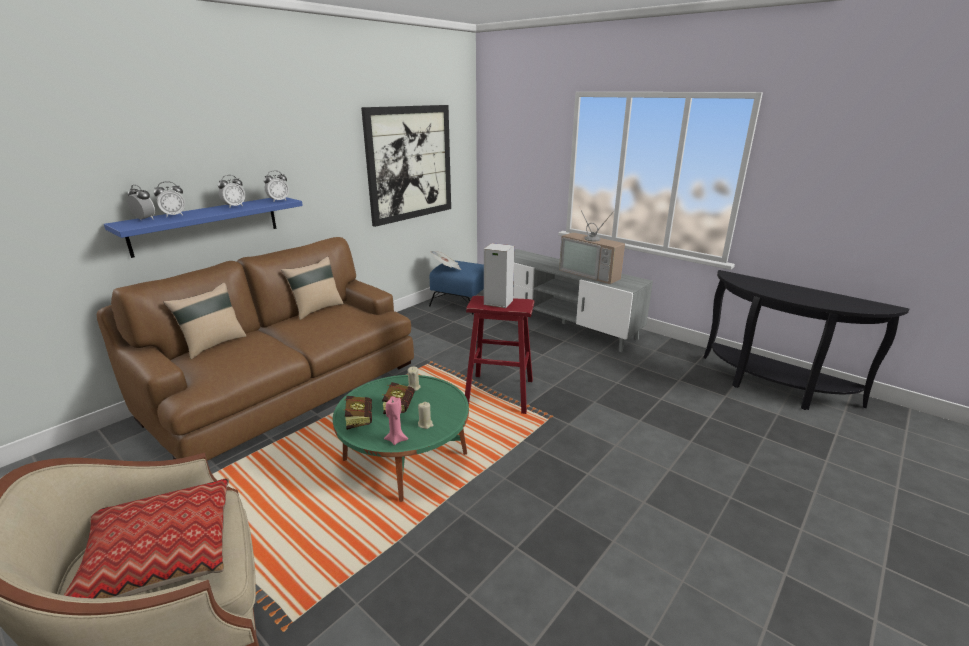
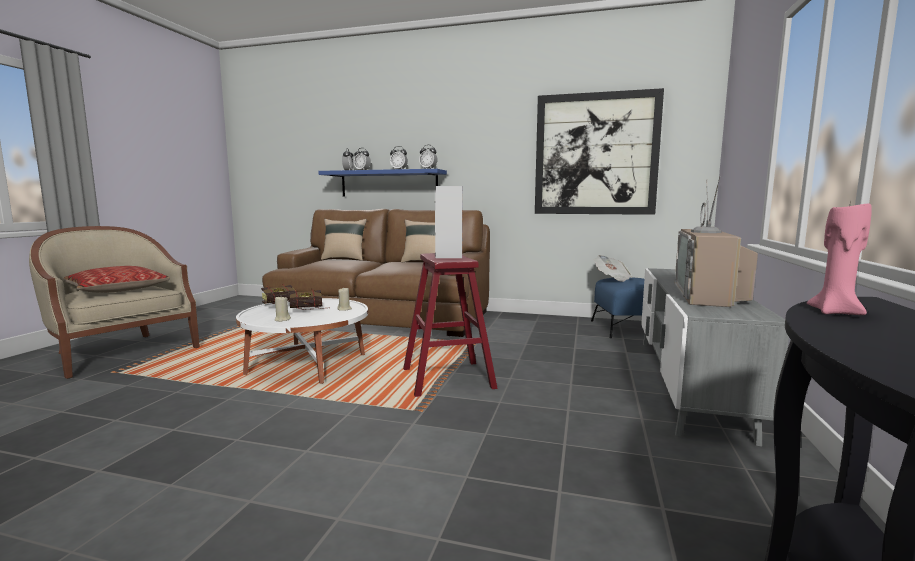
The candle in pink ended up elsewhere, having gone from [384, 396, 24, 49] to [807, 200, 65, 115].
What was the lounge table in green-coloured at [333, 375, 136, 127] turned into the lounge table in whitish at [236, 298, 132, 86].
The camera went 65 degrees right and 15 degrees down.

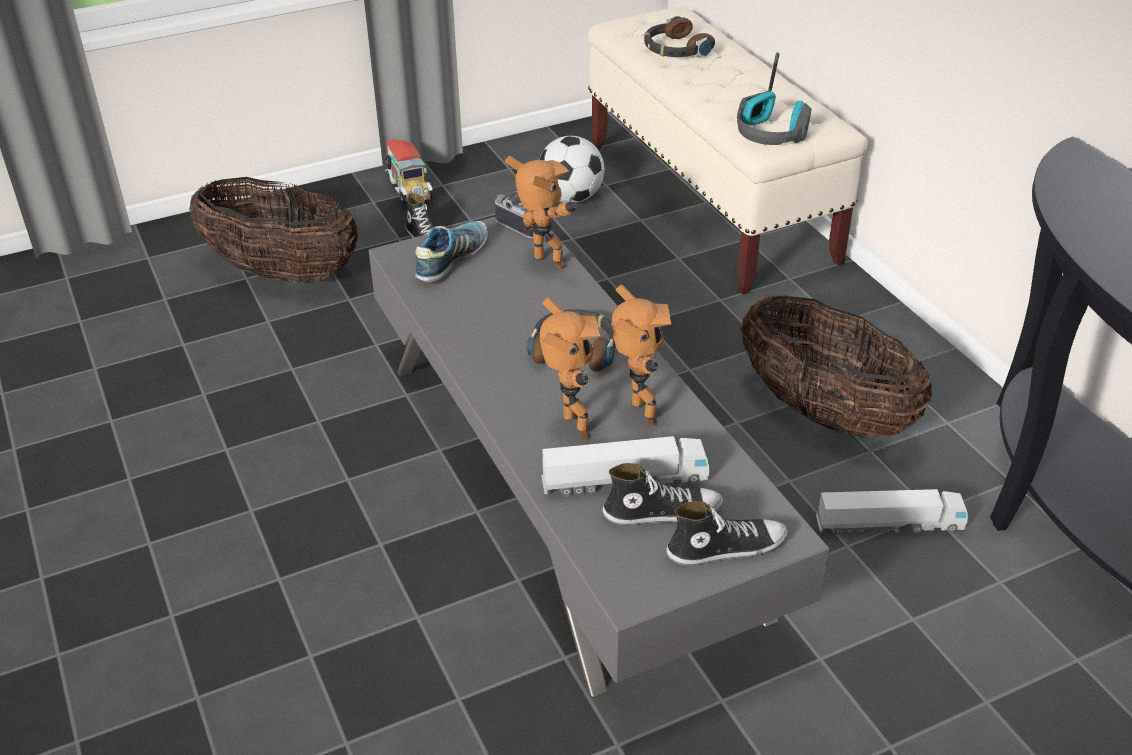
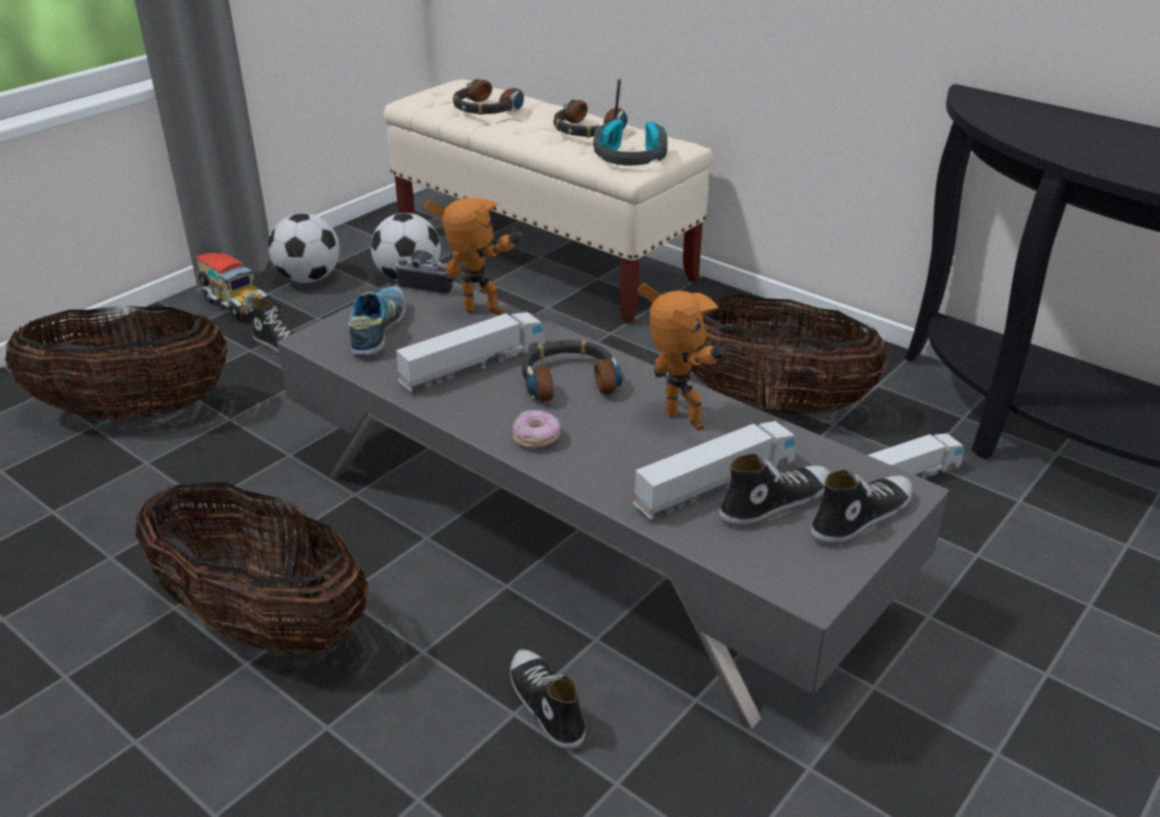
The second view lost the robot figure at [540, 298, 60, 142].
The second view gained the storage basket at [135, 482, 234, 173].
The second view gained the football ball at [268, 213, 72, 70].
The second view gained the toy lorry at [396, 312, 149, 80].
The second view gained the shoe at [510, 649, 76, 101].
The second view gained the doughnut at [513, 409, 48, 39].
The second view gained the pair of headphones at [554, 100, 73, 38].
The camera went 25 degrees left and 5 degrees down.

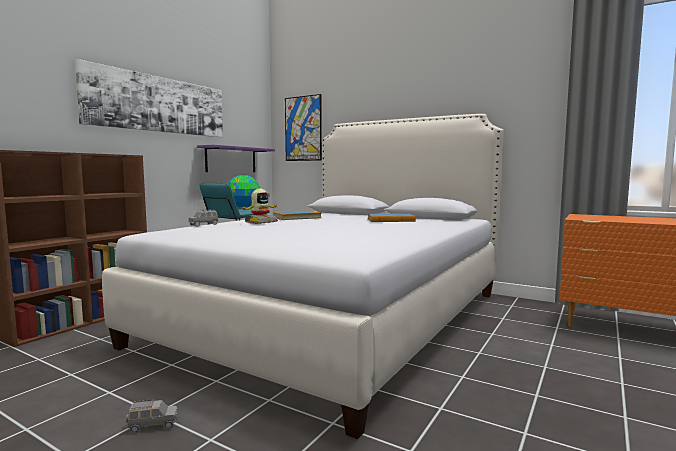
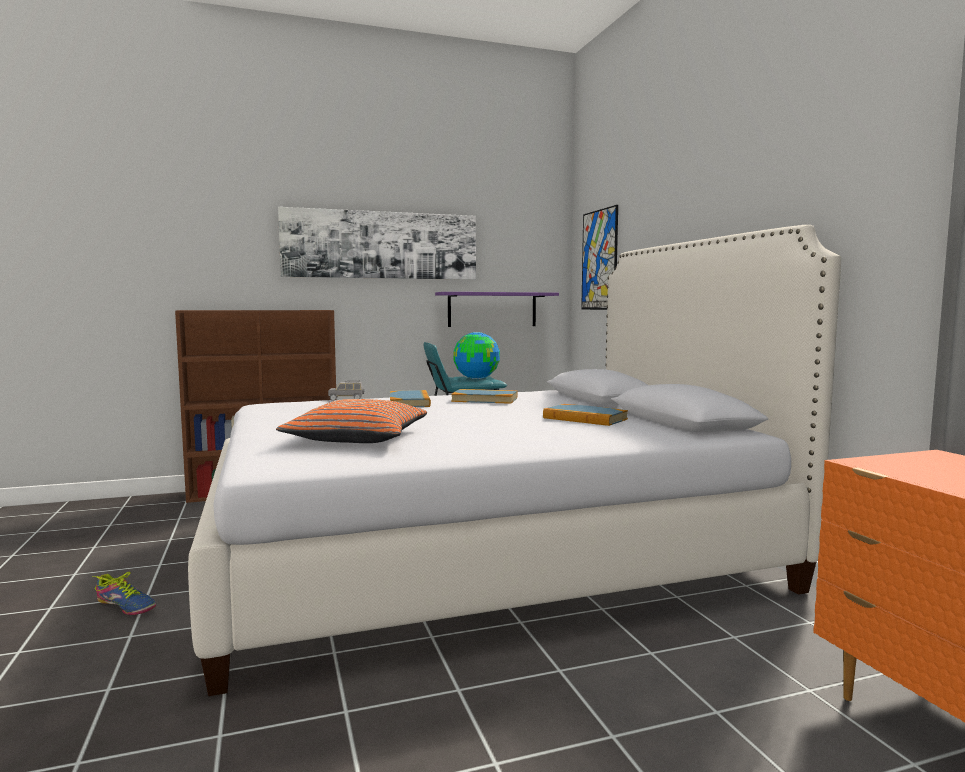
The second view gained the throw pillow in orangey at [276, 399, 151, 44].
Where the toy car in gray stood at [126, 399, 52, 34], the shoe came to stand at [93, 572, 63, 43].
Where the robot figure stood at [240, 188, 38, 36], the book came to stand at [390, 390, 41, 17].
The camera went 40 degrees right and 0 degrees up.

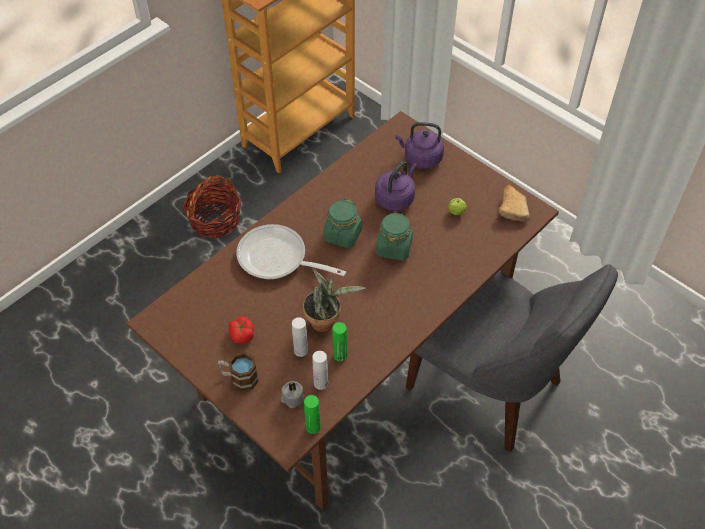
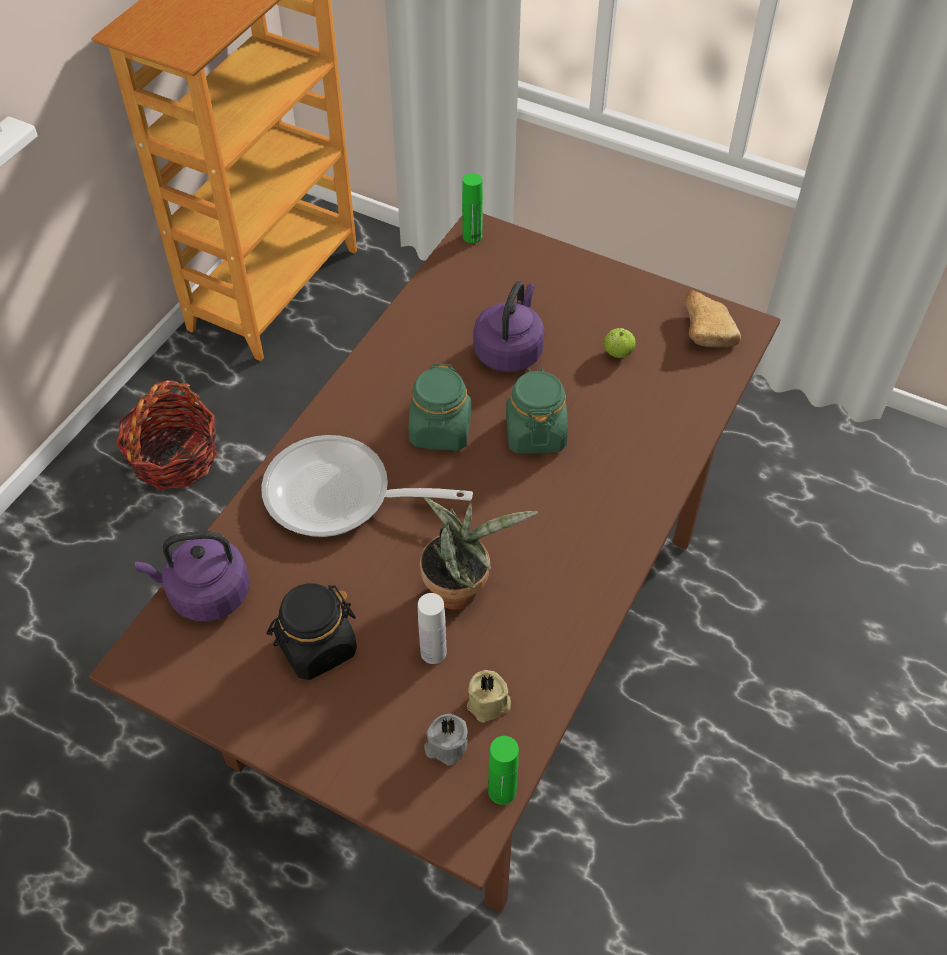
The second view lost the coffee mug at [217, 352, 42, 39].
The second view lost the upright chair in gray at [406, 264, 212, 188].
The beverage bottle in green-coloured ended up elsewhere, having gone from [332, 322, 15, 40] to [462, 173, 21, 70].
The tea kettle in purple ended up elsewhere, having gone from [395, 122, 49, 47] to [135, 531, 115, 91].
Where the tomato stood at [229, 316, 25, 28], the jar in blackish came to stand at [267, 583, 90, 97].
Where the beverage bottle in whitish stood at [313, 351, 15, 39], the candle in beige-coloured came to stand at [467, 670, 44, 53].
The camera went 15 degrees left and 0 degrees up.

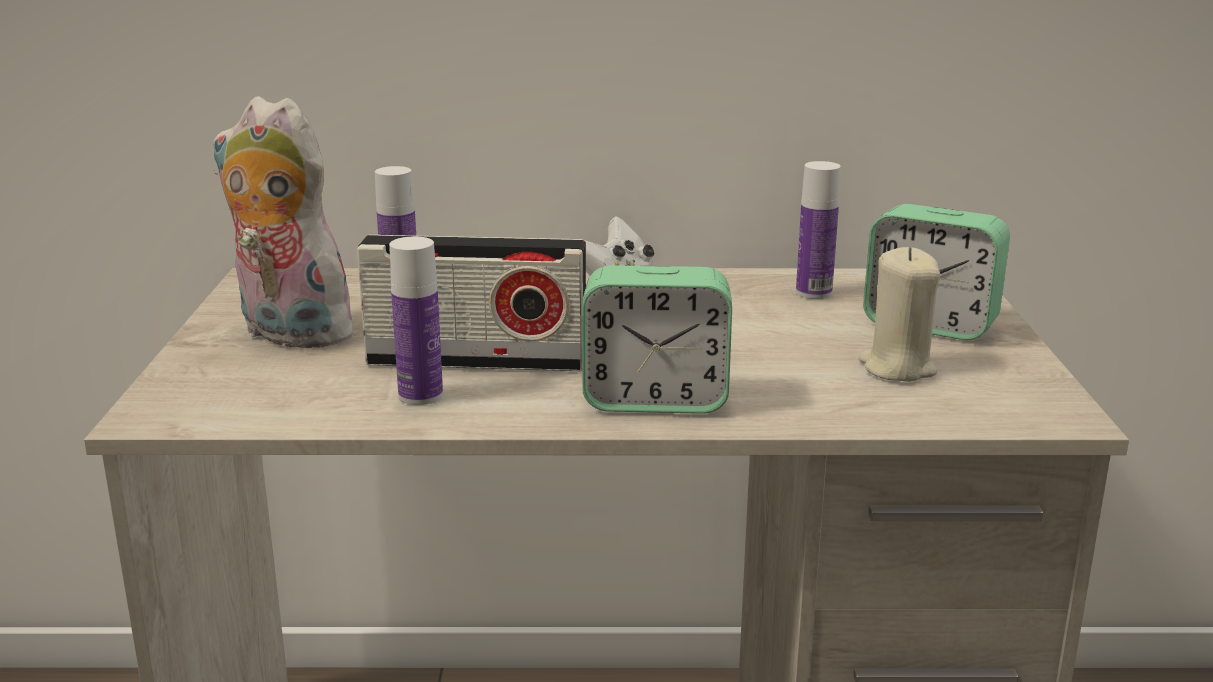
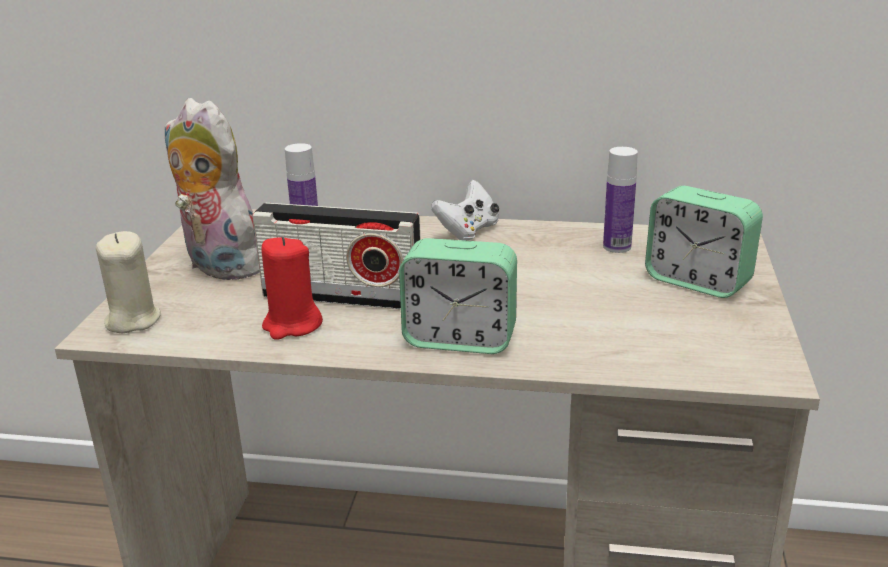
The candle in beige-coloured ended up elsewhere, having gone from [858, 247, 82, 135] to [96, 231, 65, 102].
Where the beverage bottle stood at [389, 236, 54, 169], the candle in reddish came to stand at [261, 236, 62, 104].
The camera went 10 degrees right and 5 degrees up.

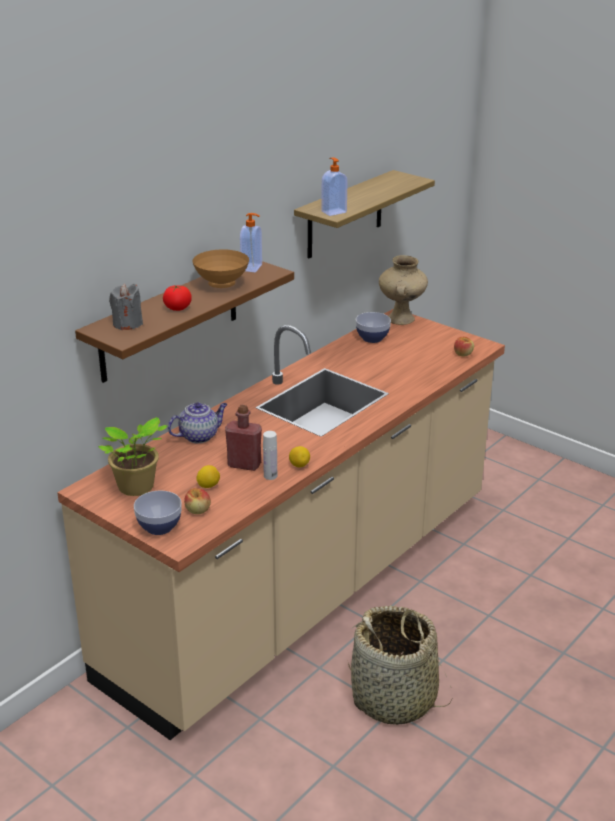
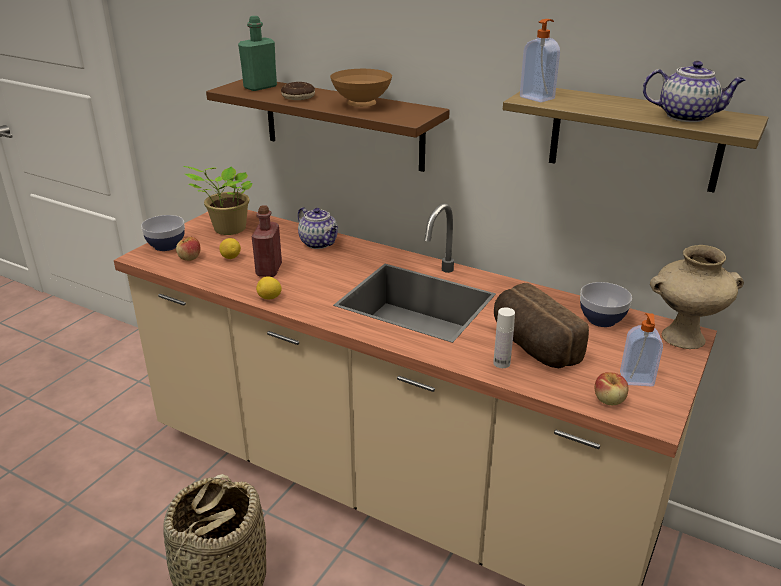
The second view gained the bread at [494, 283, 95, 85].
The second view gained the pot for tea at [643, 61, 102, 61].
The liquid soap bottle ended up elsewhere, having gone from [240, 213, 22, 59] to [620, 313, 43, 73].
The beverage bottle in whitish ended up elsewhere, having gone from [263, 431, 14, 49] to [493, 307, 22, 61].
Where the candle in gray stood at [109, 283, 34, 47], the beverage bottle in green-coloured came to stand at [238, 16, 39, 75].
Where the tomato stood at [163, 285, 29, 26], the doughnut came to stand at [281, 82, 34, 18].
The camera went 80 degrees right and 0 degrees up.

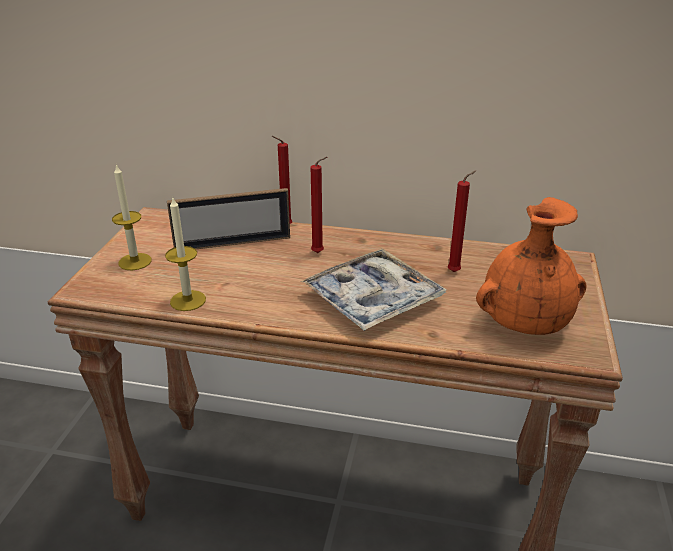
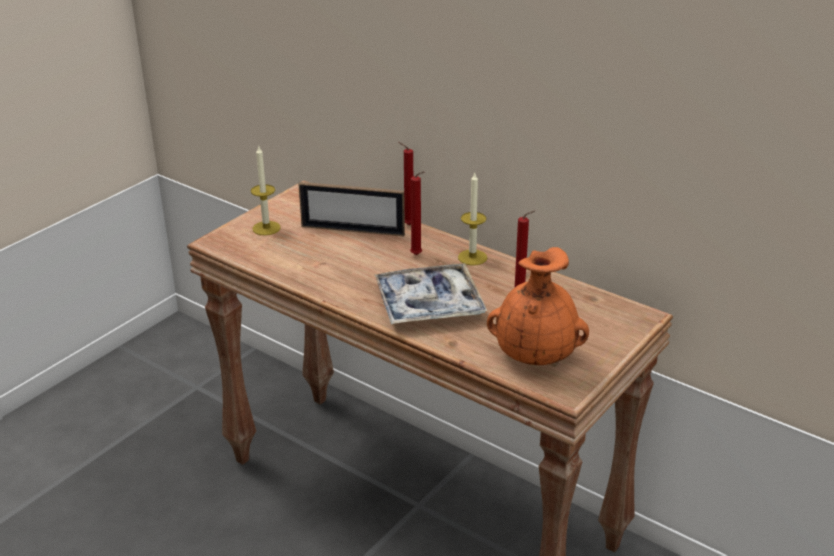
The candle ended up elsewhere, having gone from [165, 198, 41, 113] to [458, 173, 29, 92].
The camera went 25 degrees right and 0 degrees up.

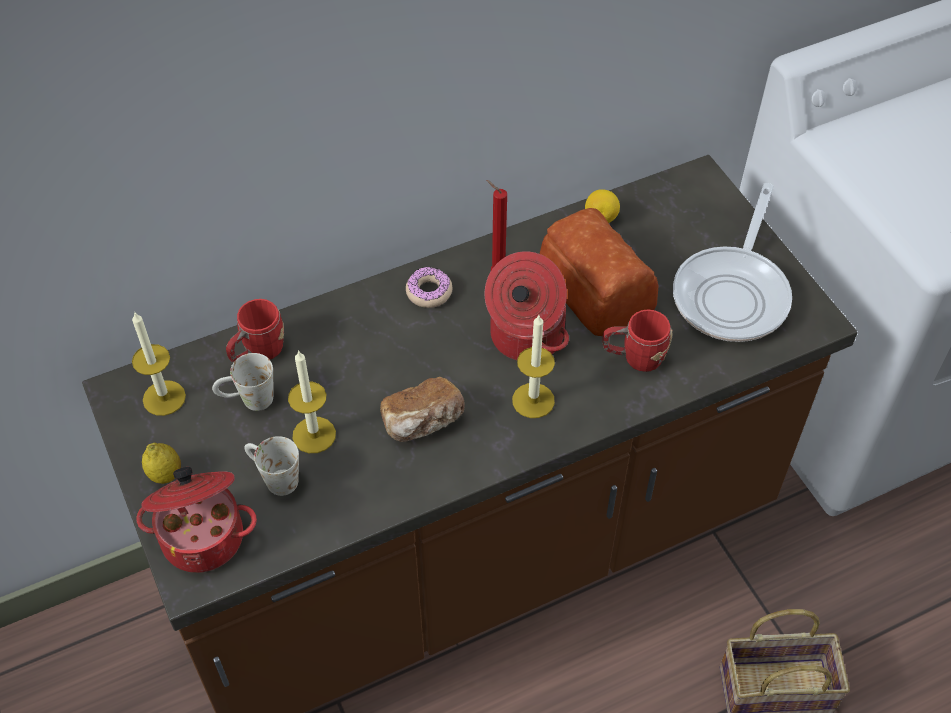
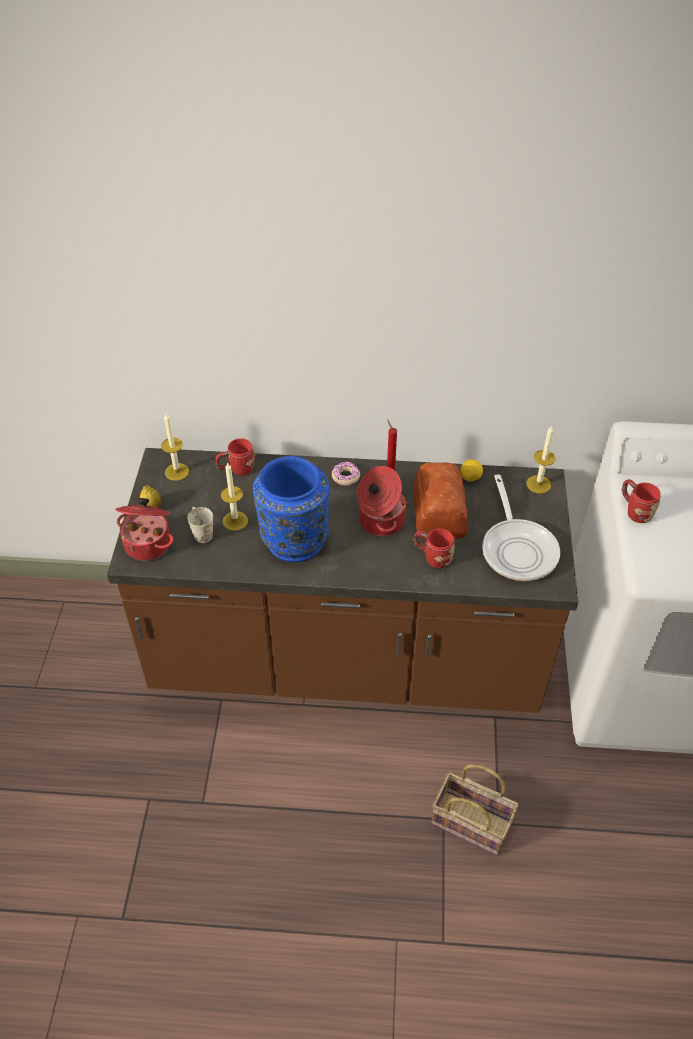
The second view lost the coffee mug in whitish at [212, 353, 61, 58].
The second view gained the coffee mug in reddish at [622, 479, 39, 44].
The candle ended up elsewhere, having gone from [512, 315, 43, 103] to [527, 425, 29, 68].
Where the bread stood at [380, 377, 85, 65], the decorative vase in blue came to stand at [253, 456, 76, 106].
The skillet at [673, 183, 119, 159] ended up facing another way, 60 degrees counterclockwise from before.
The camera went 30 degrees right and 5 degrees down.

